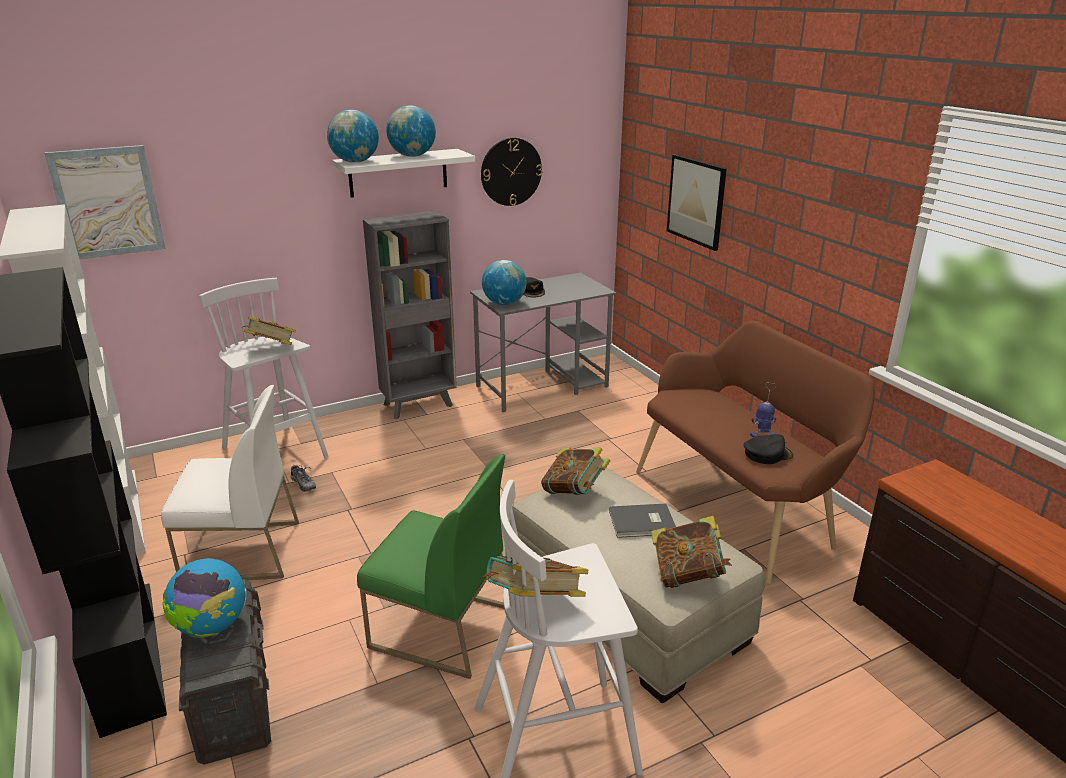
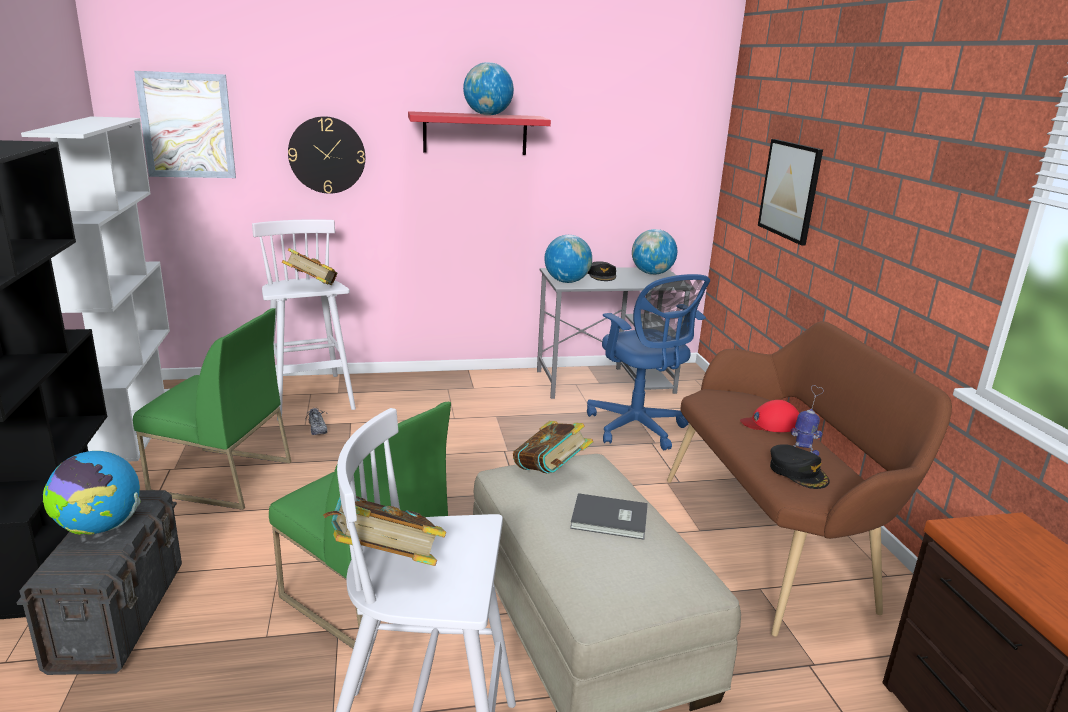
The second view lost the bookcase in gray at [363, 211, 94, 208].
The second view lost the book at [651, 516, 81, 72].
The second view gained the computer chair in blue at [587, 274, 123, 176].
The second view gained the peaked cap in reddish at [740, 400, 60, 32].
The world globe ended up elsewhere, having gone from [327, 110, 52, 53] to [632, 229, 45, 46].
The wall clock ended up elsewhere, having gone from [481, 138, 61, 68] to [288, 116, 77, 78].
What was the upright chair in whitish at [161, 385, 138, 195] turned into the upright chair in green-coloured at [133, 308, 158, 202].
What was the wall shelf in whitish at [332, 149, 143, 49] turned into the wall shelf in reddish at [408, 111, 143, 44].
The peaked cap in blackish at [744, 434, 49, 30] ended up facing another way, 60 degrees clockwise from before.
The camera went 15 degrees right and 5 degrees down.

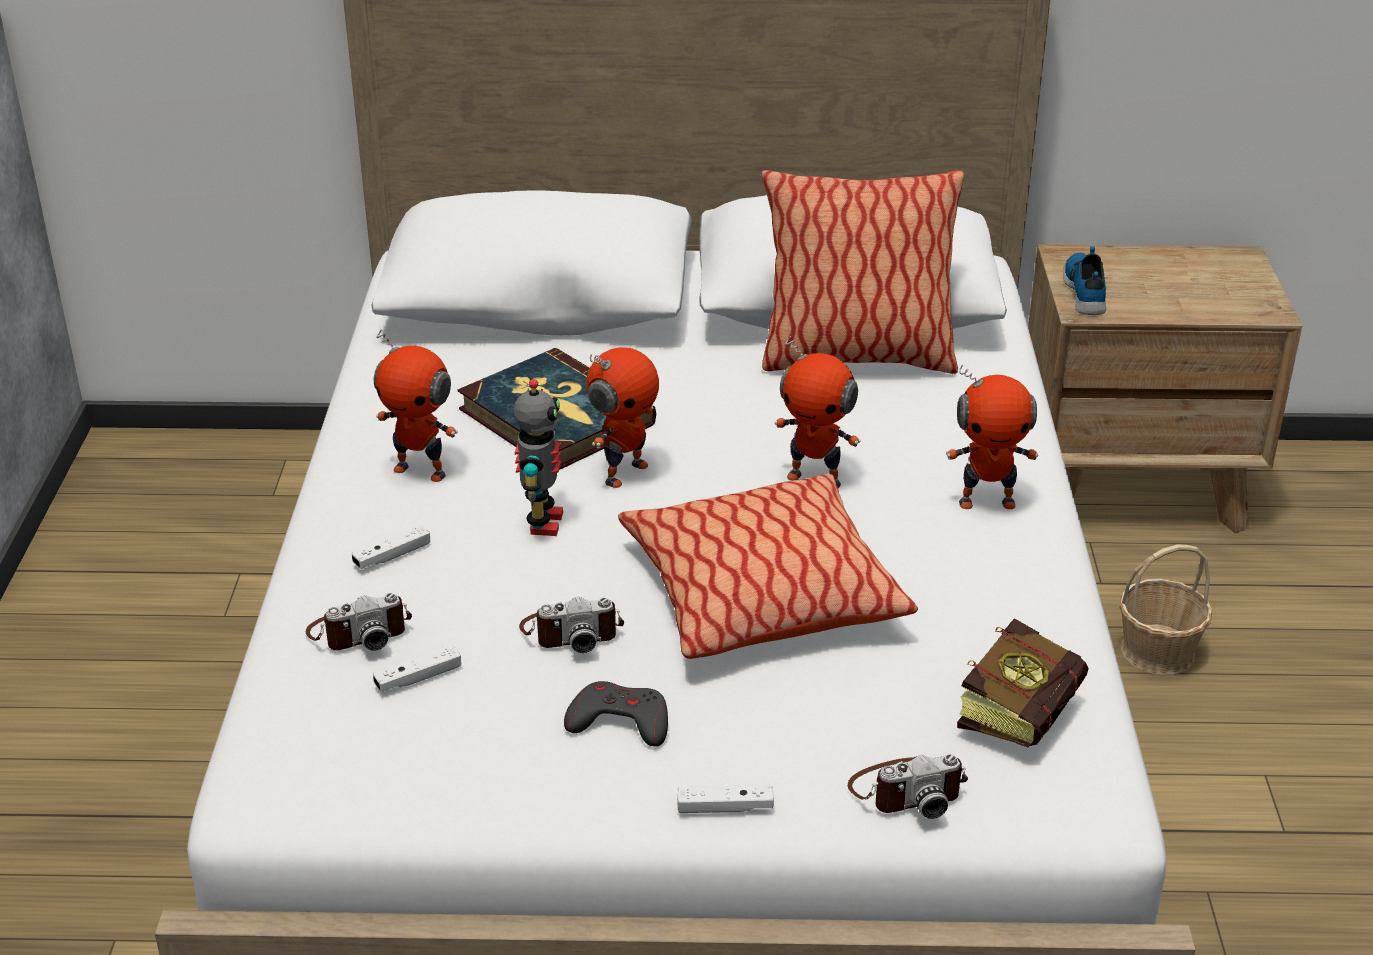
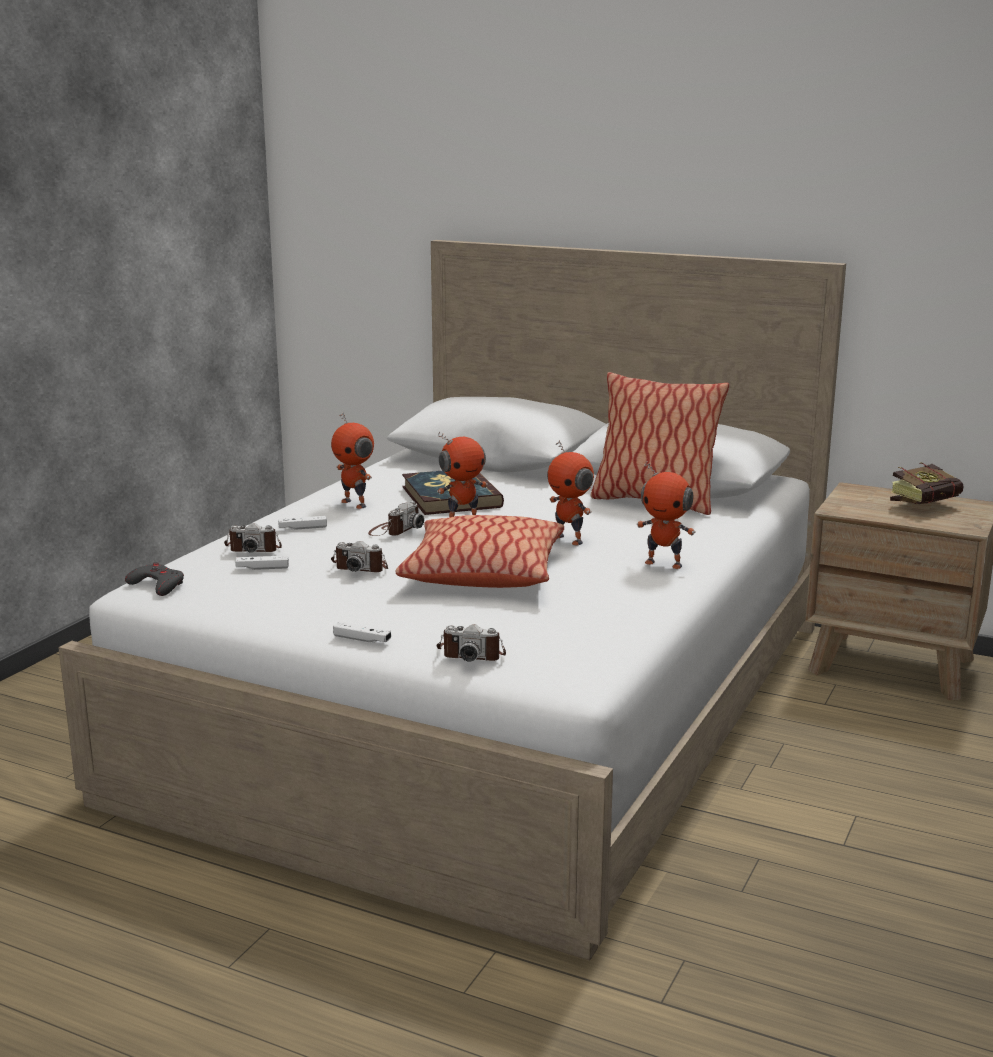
The second view lost the shoe at [1063, 246, 43, 69].
The second view lost the storage basket at [1119, 545, 93, 131].
The joypad in gray ended up elsewhere, having gone from [564, 681, 104, 65] to [125, 562, 59, 34].
The book ended up elsewhere, having gone from [957, 618, 132, 129] to [890, 462, 74, 42].
Where the robot figure stood at [513, 379, 50, 157], the photo camera came to stand at [368, 501, 56, 35].
The camera went 25 degrees right and 15 degrees down.

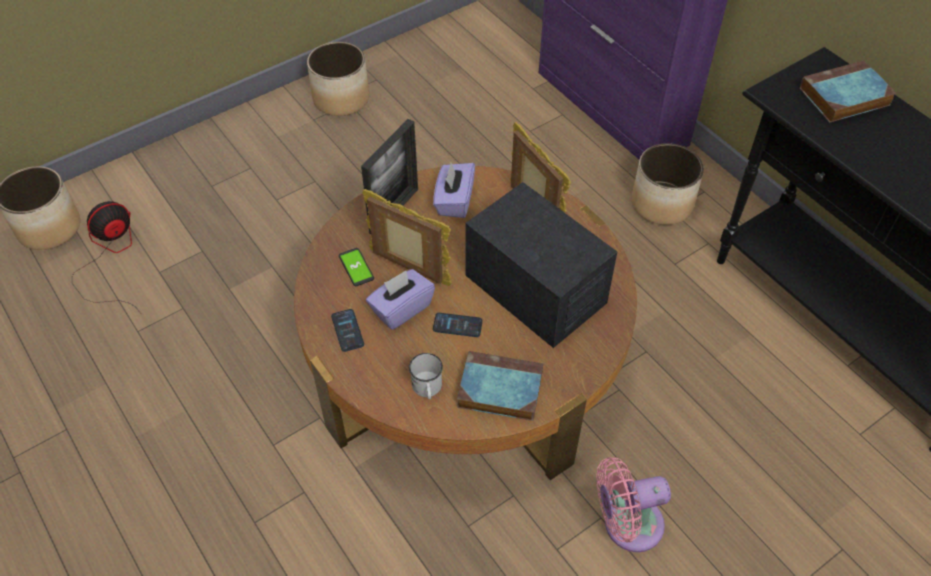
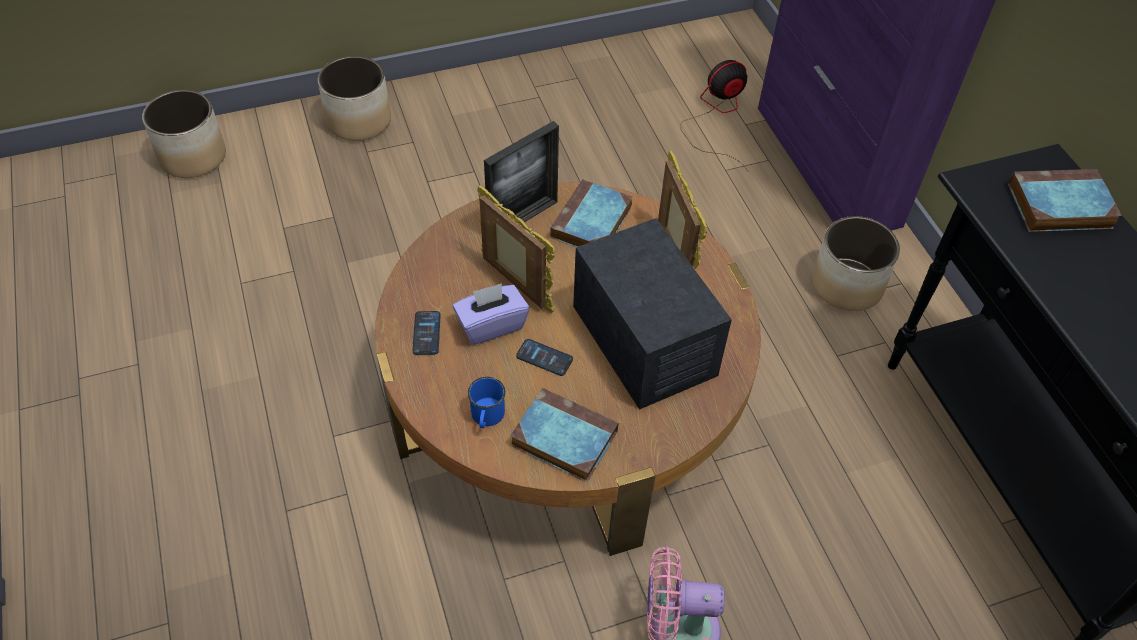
The second view lost the phone at [339, 248, 35, 38].
The cooling fan ended up elsewhere, having gone from [72, 201, 70, 114] to [681, 60, 67, 111].
The plant pot ended up elsewhere, having gone from [307, 42, 62, 74] to [318, 56, 73, 85].
Where the box of tissues in purple stood at [433, 163, 42, 55], the book came to stand at [550, 179, 82, 68].
What was the coffee mug in whitish at [409, 353, 34, 46] turned into the coffee mug in blue at [468, 377, 38, 51].
The camera went 15 degrees right and 0 degrees up.

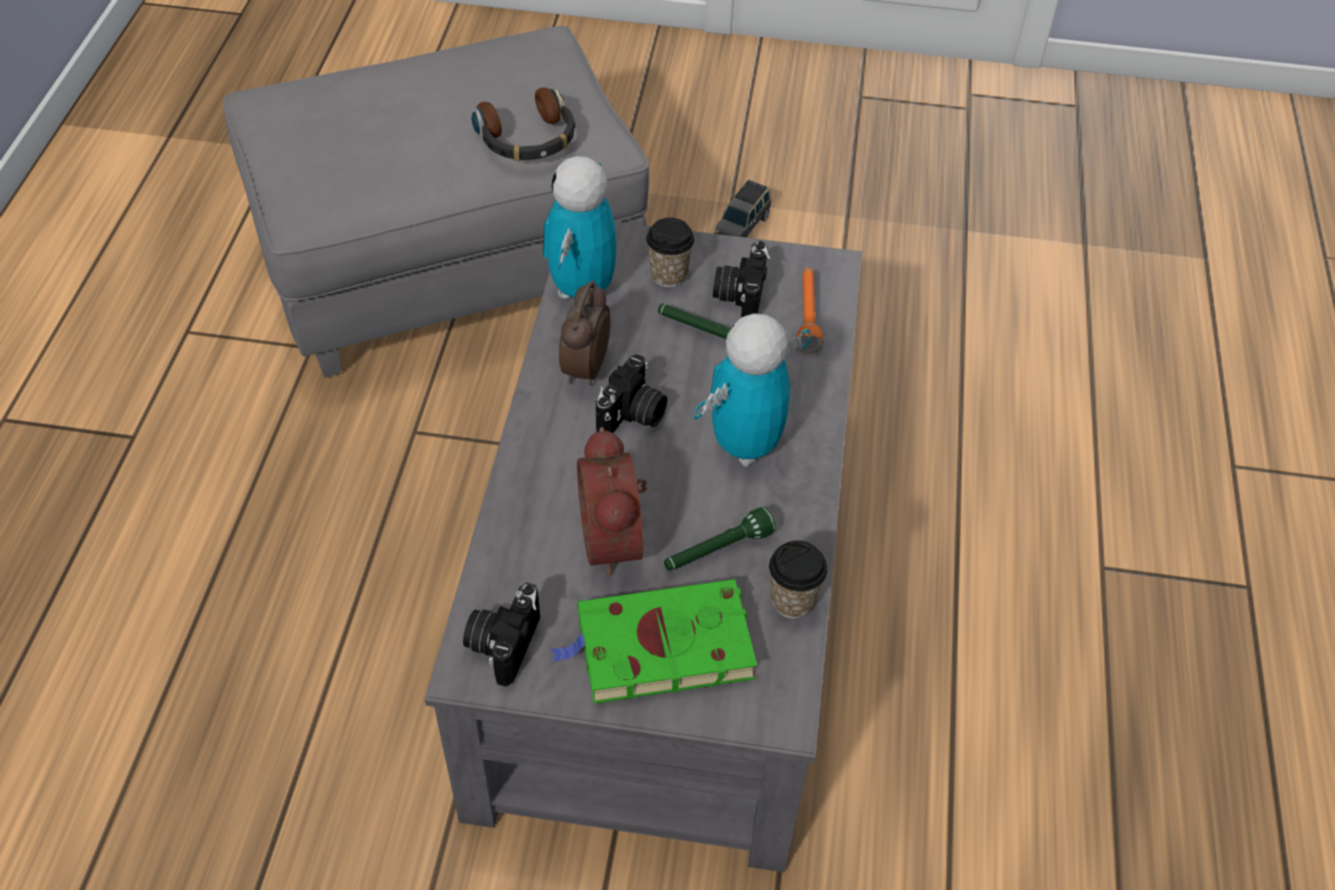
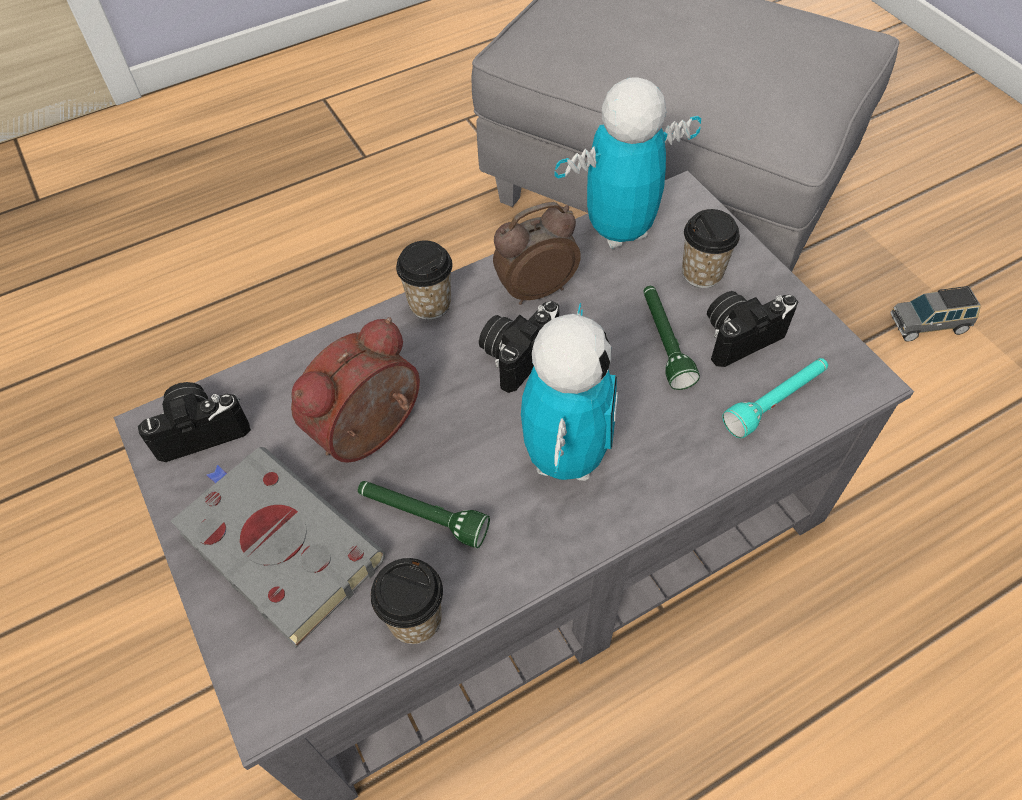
The second view lost the pair of headphones at [471, 87, 104, 74].
The second view gained the cup at [396, 240, 57, 80].
What was the book in green-coloured at [550, 579, 207, 125] turned into the book in gray at [171, 447, 214, 200].
What was the flashlight in orangey at [797, 268, 26, 85] turned into the flashlight in turquoise-coloured at [723, 358, 105, 80].
The photo camera at [596, 354, 71, 79] ended up facing another way, 135 degrees clockwise from before.
The robot figure at [694, 313, 116, 153] ended up facing another way, 90 degrees clockwise from before.
The camera went 55 degrees right and 5 degrees up.

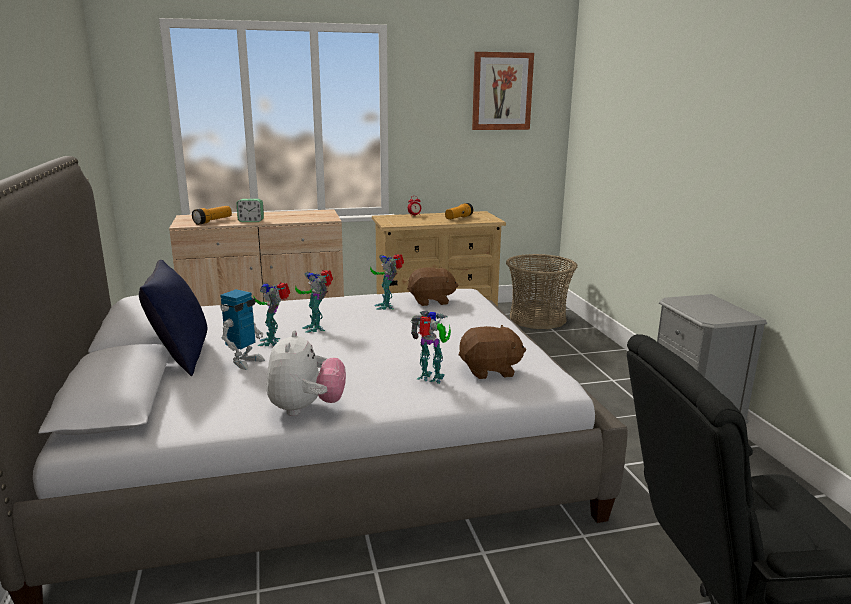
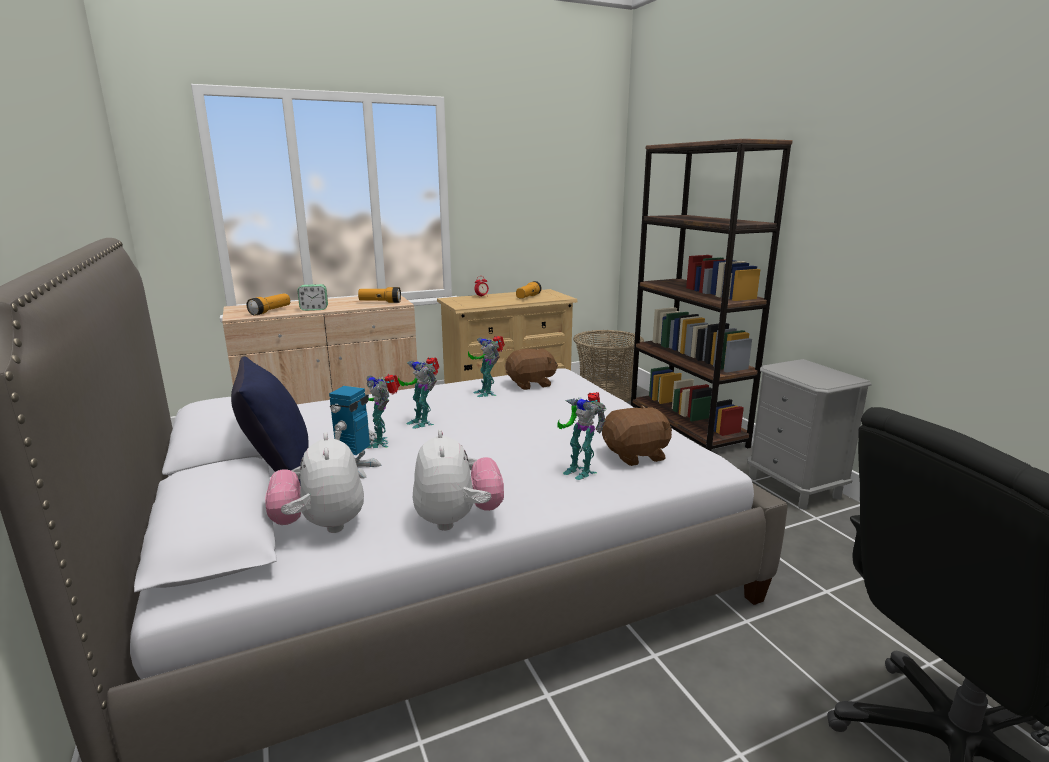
The second view lost the picture at [472, 52, 62, 78].
The second view gained the cuddly toy at [265, 432, 99, 101].
The second view gained the flashlight at [358, 287, 43, 16].
The second view gained the bookcase in brownish at [631, 139, 162, 313].
The robot figure at [411, 311, 40, 73] ended up facing another way, 150 degrees counterclockwise from before.
The camera went 10 degrees left and 0 degrees up.

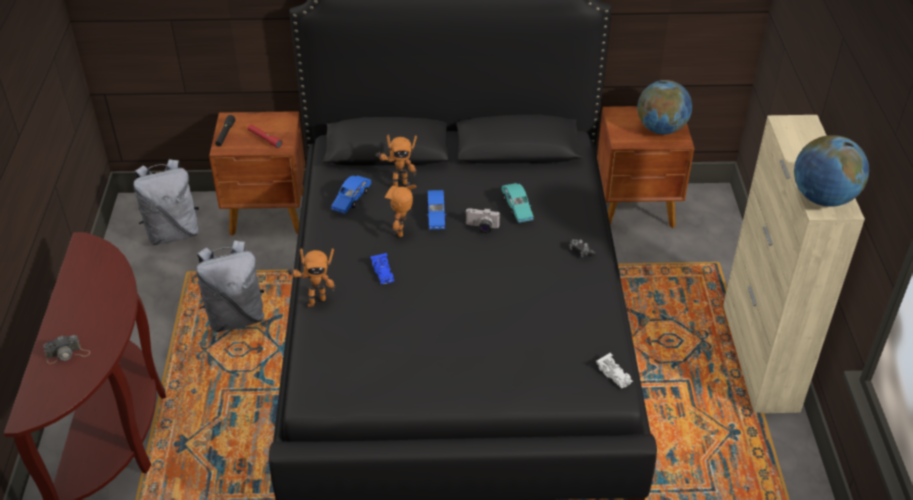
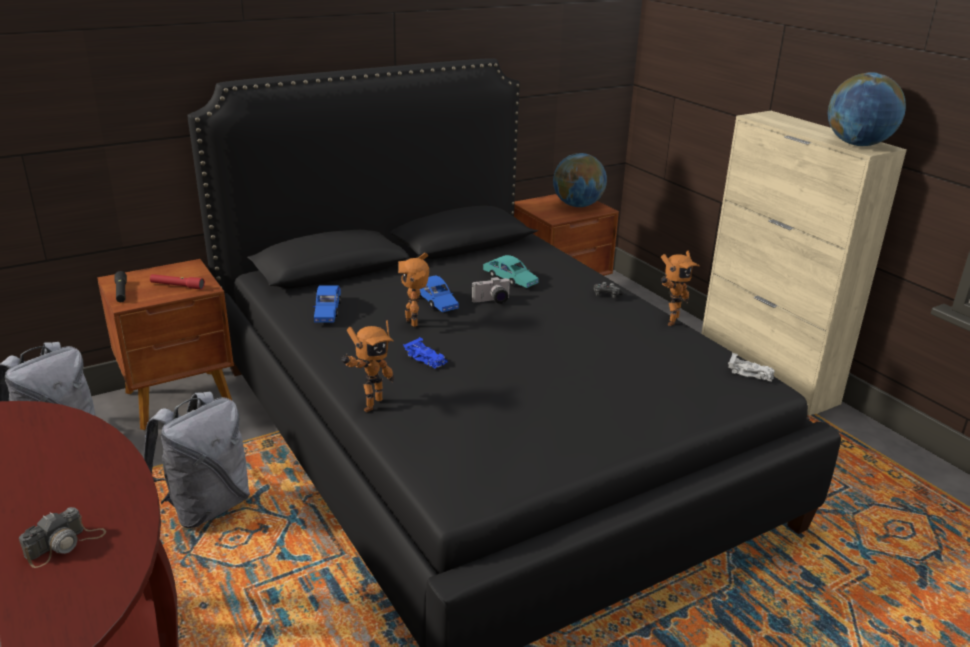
The robot figure ended up elsewhere, having gone from [375, 135, 42, 52] to [661, 250, 39, 76].
The camera went 30 degrees left and 15 degrees down.

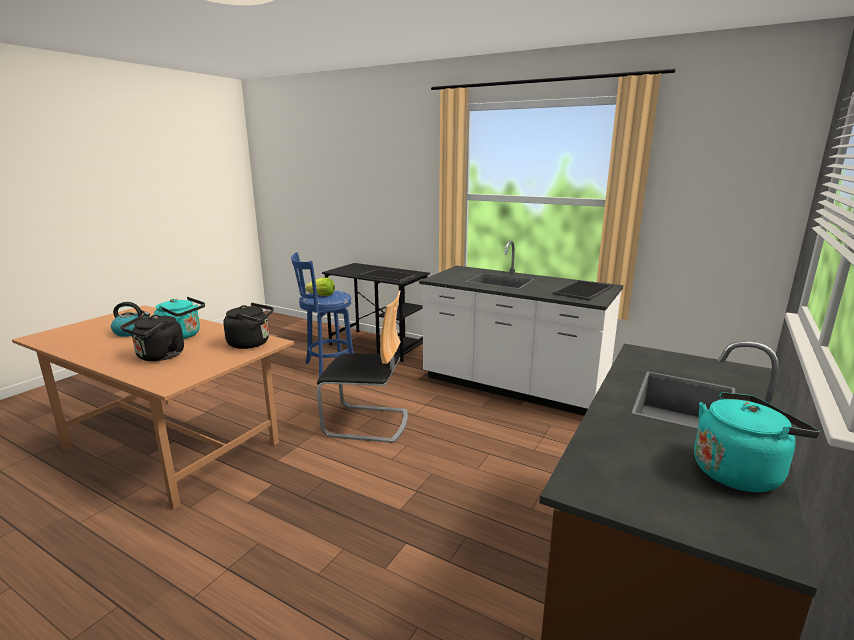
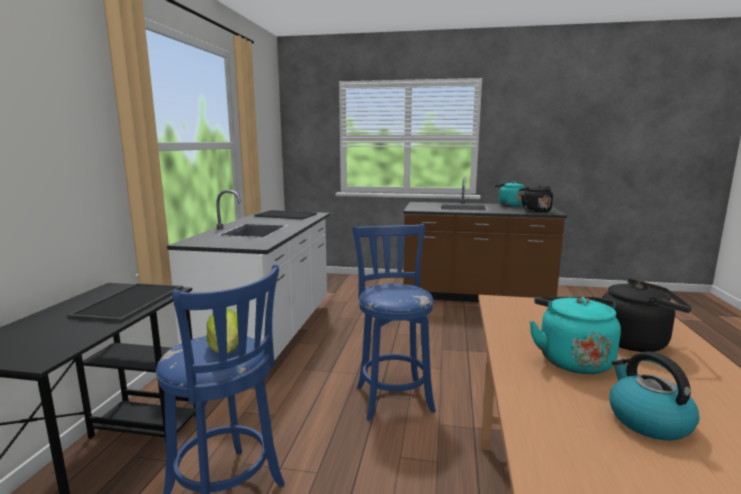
The tea kettle in blackish ended up elsewhere, having gone from [223, 303, 51, 46] to [519, 185, 34, 28].
Where the upright chair stood at [316, 290, 92, 153], the stool in blue came to stand at [352, 224, 84, 196].
The camera went 110 degrees left and 5 degrees down.

